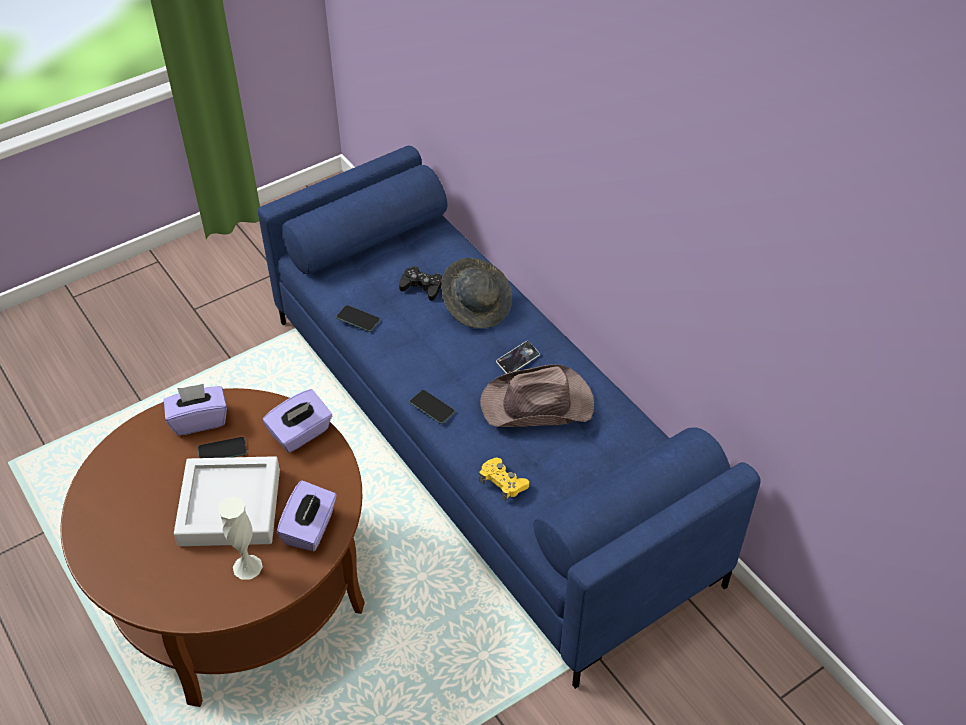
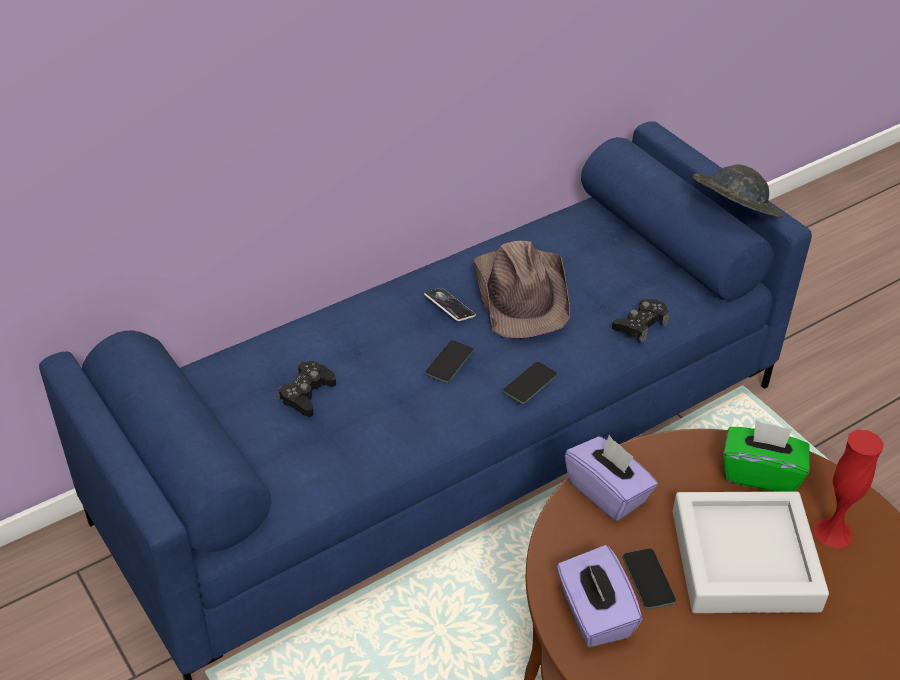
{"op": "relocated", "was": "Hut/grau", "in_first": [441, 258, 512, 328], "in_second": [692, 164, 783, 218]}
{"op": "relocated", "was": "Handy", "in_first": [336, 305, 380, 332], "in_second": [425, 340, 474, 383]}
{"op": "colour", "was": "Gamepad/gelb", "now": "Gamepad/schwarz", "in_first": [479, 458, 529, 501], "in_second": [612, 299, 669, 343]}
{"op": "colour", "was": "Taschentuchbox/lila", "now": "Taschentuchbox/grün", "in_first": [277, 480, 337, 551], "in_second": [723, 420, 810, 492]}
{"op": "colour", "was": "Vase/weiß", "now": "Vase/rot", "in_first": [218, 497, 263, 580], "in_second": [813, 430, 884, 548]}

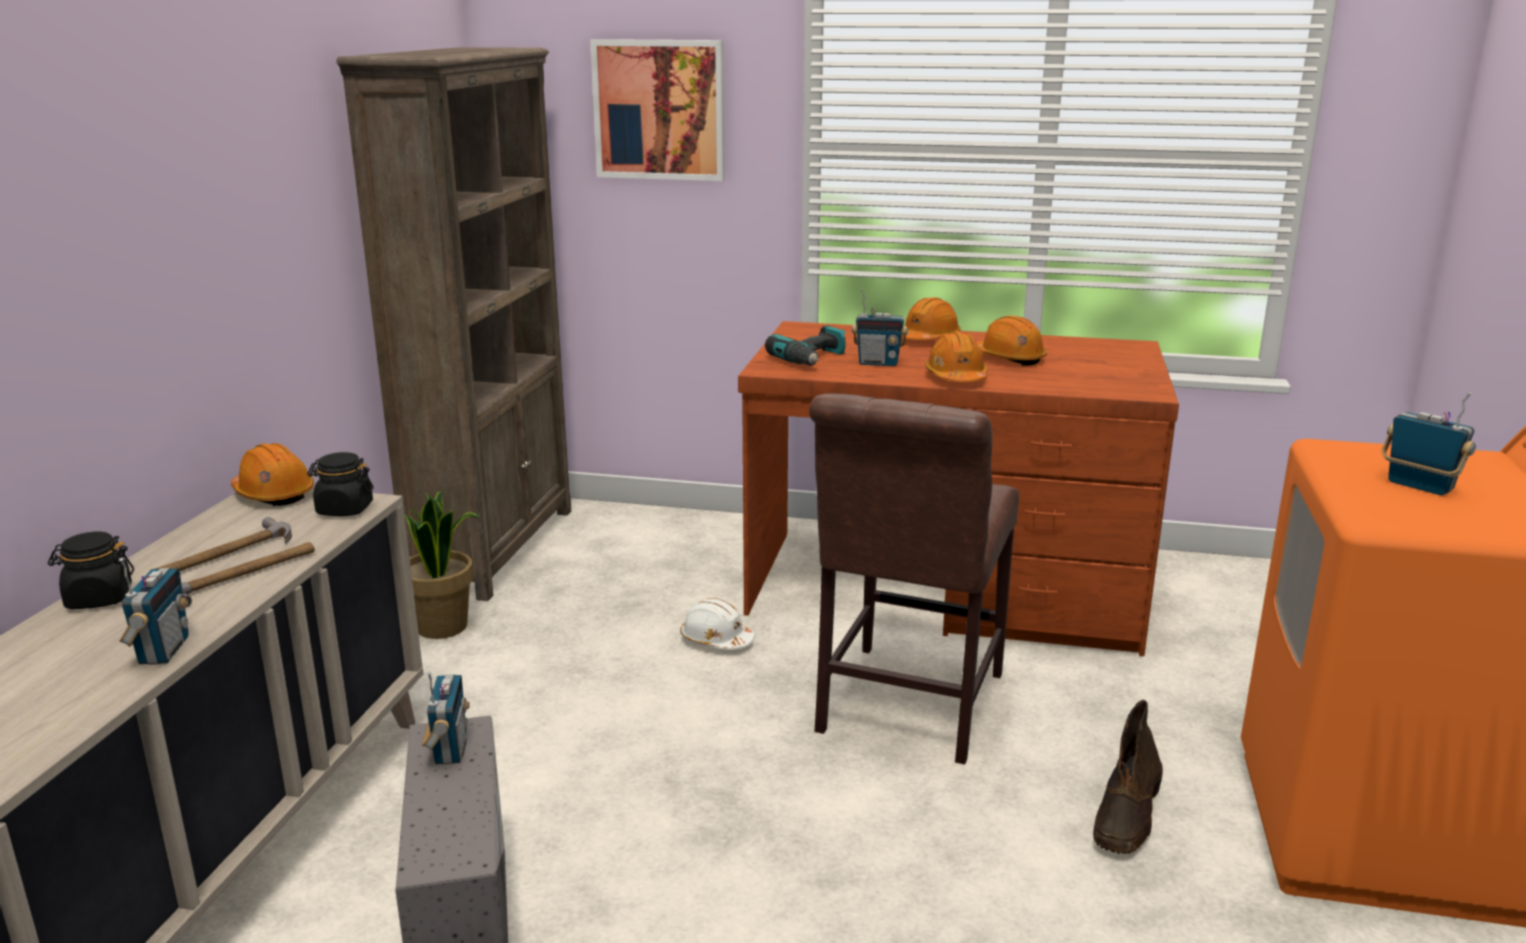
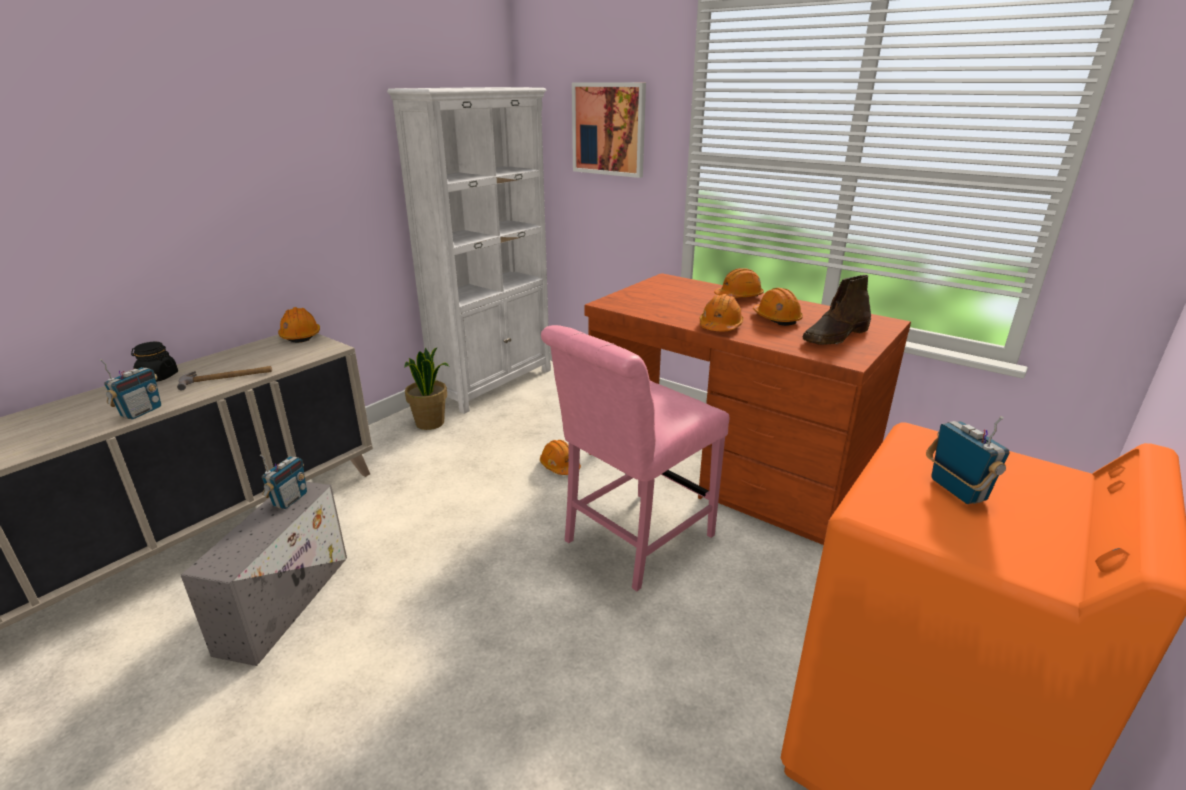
{"op": "colour", "was": "Bücherregal/braun", "now": "Bücherregal/weiß", "in_first": [337, 47, 571, 601], "in_second": [387, 87, 551, 414]}
{"op": "missing", "was": "Radio", "in_first": [852, 289, 907, 366]}
{"op": "missing", "was": "Bohrmaschine", "in_first": [765, 325, 846, 366]}
{"op": "colour", "was": "Stuhl/braun", "now": "Stuhl/rosa", "in_first": [809, 393, 1019, 764], "in_second": [541, 325, 730, 591]}
{"op": "missing", "was": "Vorratsglas/schwarz", "in_first": [308, 452, 374, 516]}
{"op": "missing", "was": "Hammer", "in_first": [155, 517, 292, 571]}
{"op": "colour", "was": "Schutzhelm/weiß", "now": "Schutzhelm/orange", "in_first": [680, 598, 754, 650], "in_second": [540, 440, 581, 475]}
{"op": "relocated", "was": "Stiefel/braun", "in_first": [1093, 700, 1163, 854], "in_second": [802, 275, 871, 345]}

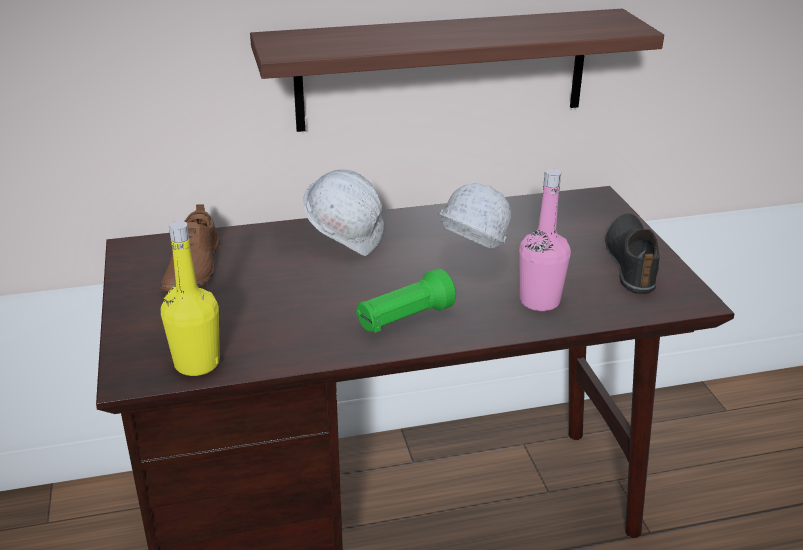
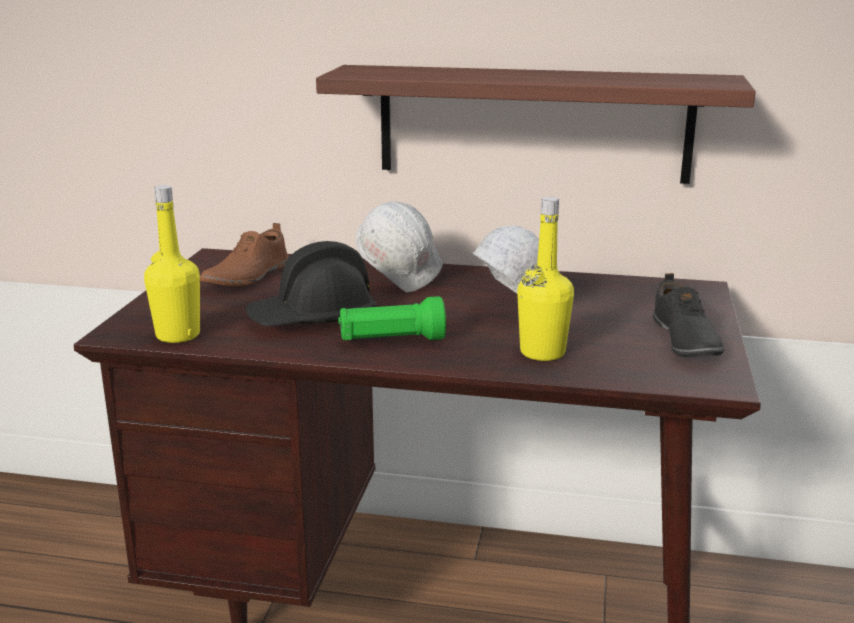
{"op": "colour", "was": "Flasche/rosa", "now": "Flasche/gelb", "in_first": [519, 169, 571, 311], "in_second": [517, 197, 574, 361]}
{"op": "spun", "was": "Schuh/schwarz", "in_first": [605, 213, 660, 294], "in_second": [653, 273, 725, 357], "clockwise": 150}
{"op": "appeared", "now": "Schutzhelm/schwarz", "in_second": [246, 241, 376, 326]}

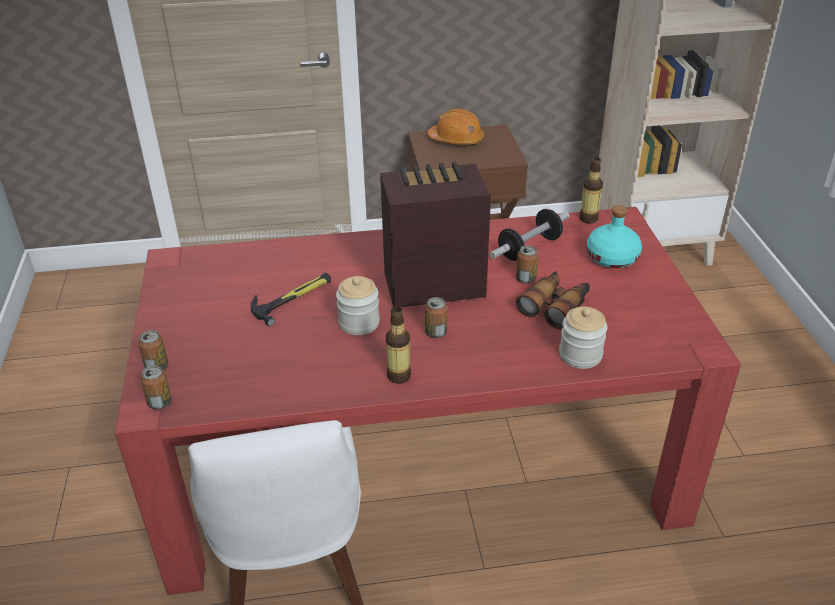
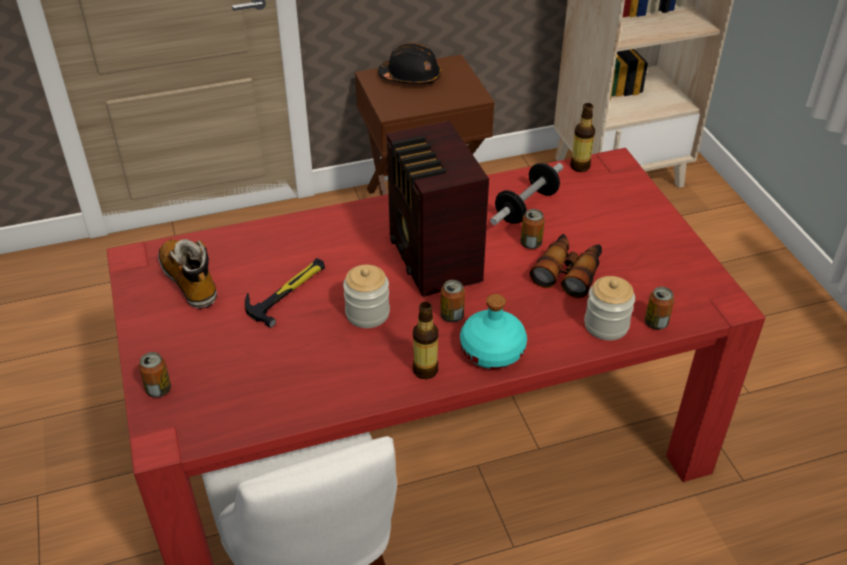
{"op": "colour", "was": "Schutzhelm/orange", "now": "Schutzhelm/schwarz", "in_first": [427, 108, 484, 146], "in_second": [378, 43, 441, 84]}
{"op": "spun", "was": "Radio", "in_first": [380, 162, 491, 307], "in_second": [387, 121, 489, 297], "clockwise": -90}
{"op": "relocated", "was": "Flasche/türkis", "in_first": [586, 205, 642, 268], "in_second": [460, 294, 527, 369]}
{"op": "relocated", "was": "Dose", "in_first": [141, 365, 172, 410], "in_second": [645, 287, 674, 330]}
{"op": "appeared", "now": "Stiefel", "in_second": [158, 239, 217, 309]}

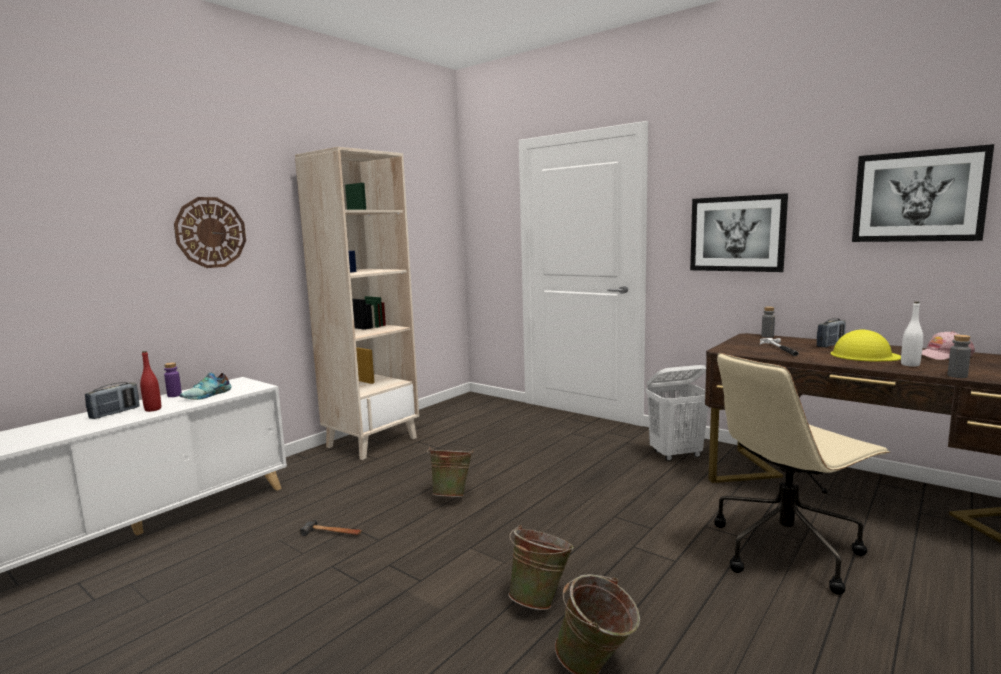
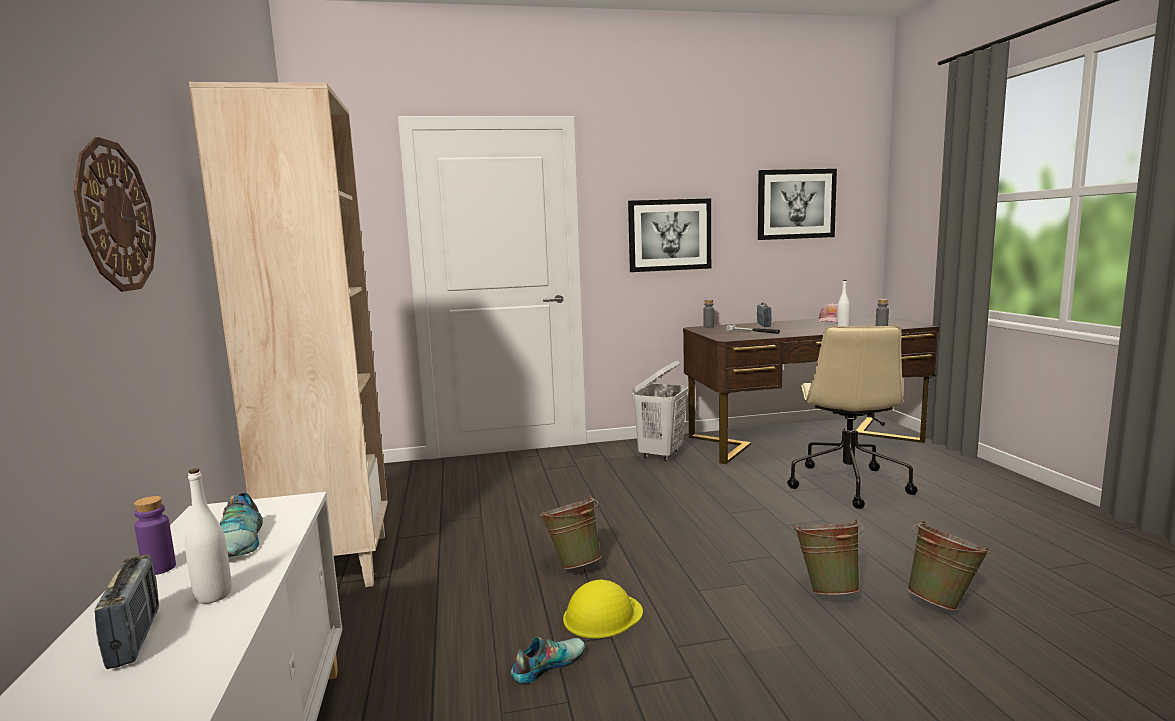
{"op": "relocated", "was": "Schutzhelm/gelb", "in_first": [831, 330, 901, 361], "in_second": [563, 580, 643, 638]}
{"op": "colour", "was": "Flasche/rot", "now": "Flasche/weiß", "in_first": [140, 351, 161, 412], "in_second": [185, 468, 232, 604]}
{"op": "exchanged", "was": "Hammer", "now": "Schuh", "in_first": [299, 520, 362, 536], "in_second": [511, 636, 585, 684]}

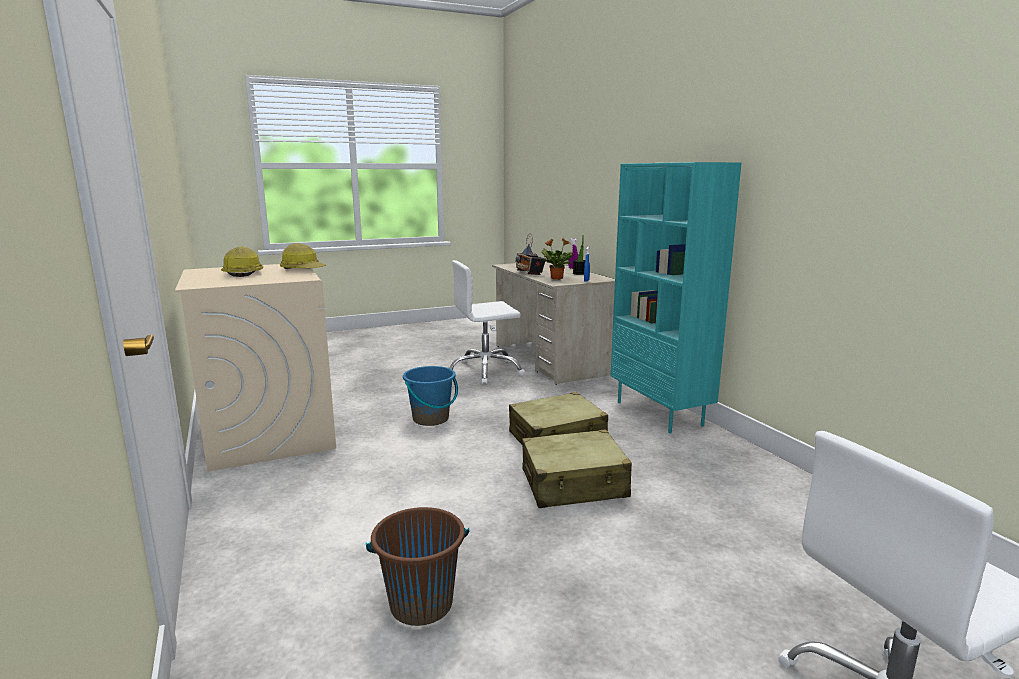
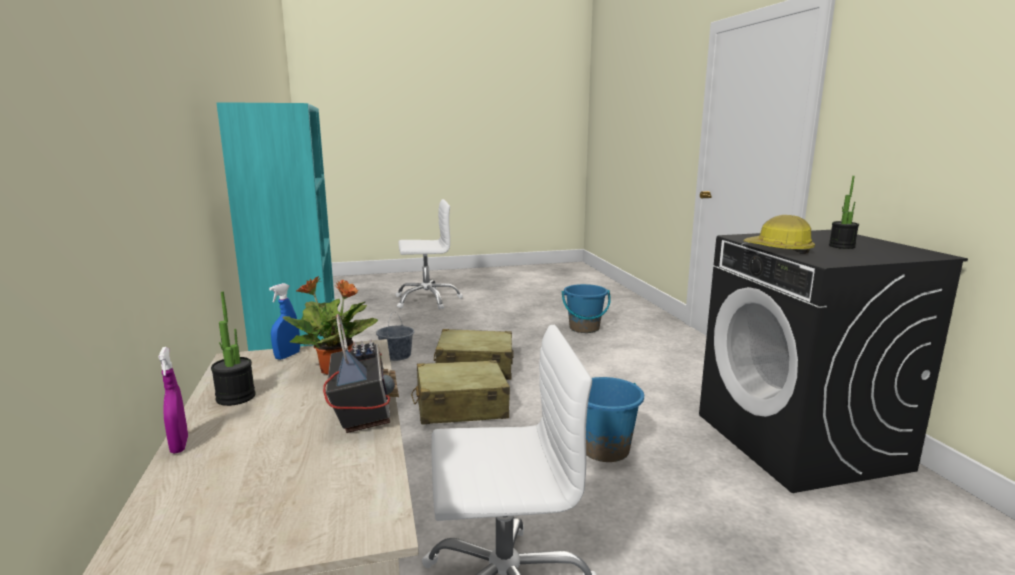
{"op": "exchanged", "was": "Schutzhelm", "now": "Topfpflanze", "in_first": [221, 247, 263, 277], "in_second": [829, 176, 859, 249]}
{"op": "colour", "was": "Waschmaschine/beige", "now": "Waschmaschine/schwarz", "in_first": [175, 264, 336, 472], "in_second": [699, 230, 968, 493]}
{"op": "colour", "was": "Eimer/braun", "now": "Eimer/blau", "in_first": [366, 507, 470, 626], "in_second": [562, 284, 611, 333]}
{"op": "appeared", "now": "Eimer/grau", "in_second": [376, 312, 414, 361]}

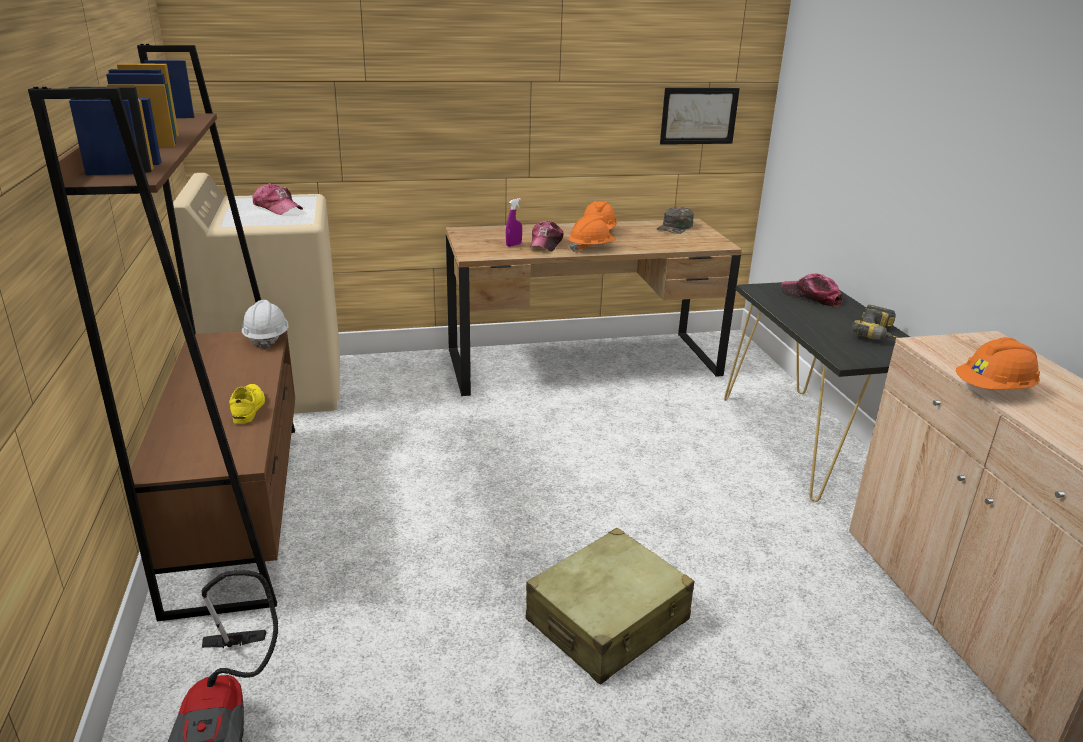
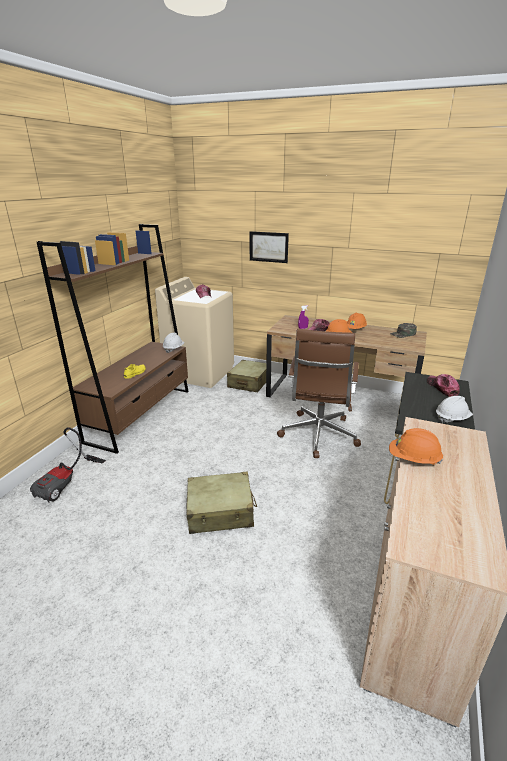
{"op": "relocated", "was": "Bild", "in_first": [660, 88, 740, 145], "in_second": [250, 231, 289, 263]}
{"op": "exchanged", "was": "Bohrmaschine", "now": "Schutzhelm/weiß", "in_first": [851, 305, 900, 340], "in_second": [436, 396, 473, 423]}
{"op": "appeared", "now": "Bürostuhl/braun", "in_second": [277, 329, 361, 458]}
{"op": "appeared", "now": "Koffer/beige", "in_second": [227, 360, 266, 392]}

